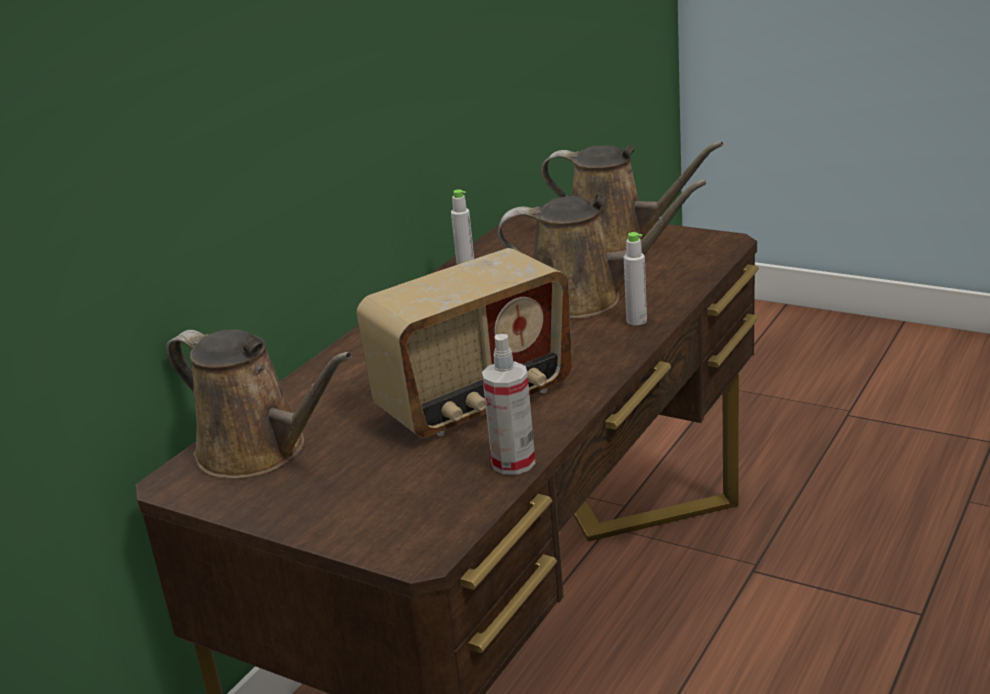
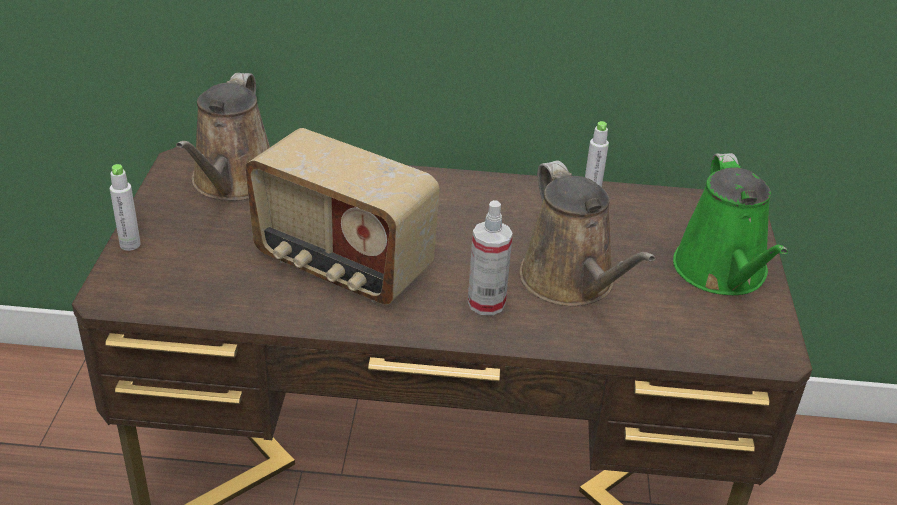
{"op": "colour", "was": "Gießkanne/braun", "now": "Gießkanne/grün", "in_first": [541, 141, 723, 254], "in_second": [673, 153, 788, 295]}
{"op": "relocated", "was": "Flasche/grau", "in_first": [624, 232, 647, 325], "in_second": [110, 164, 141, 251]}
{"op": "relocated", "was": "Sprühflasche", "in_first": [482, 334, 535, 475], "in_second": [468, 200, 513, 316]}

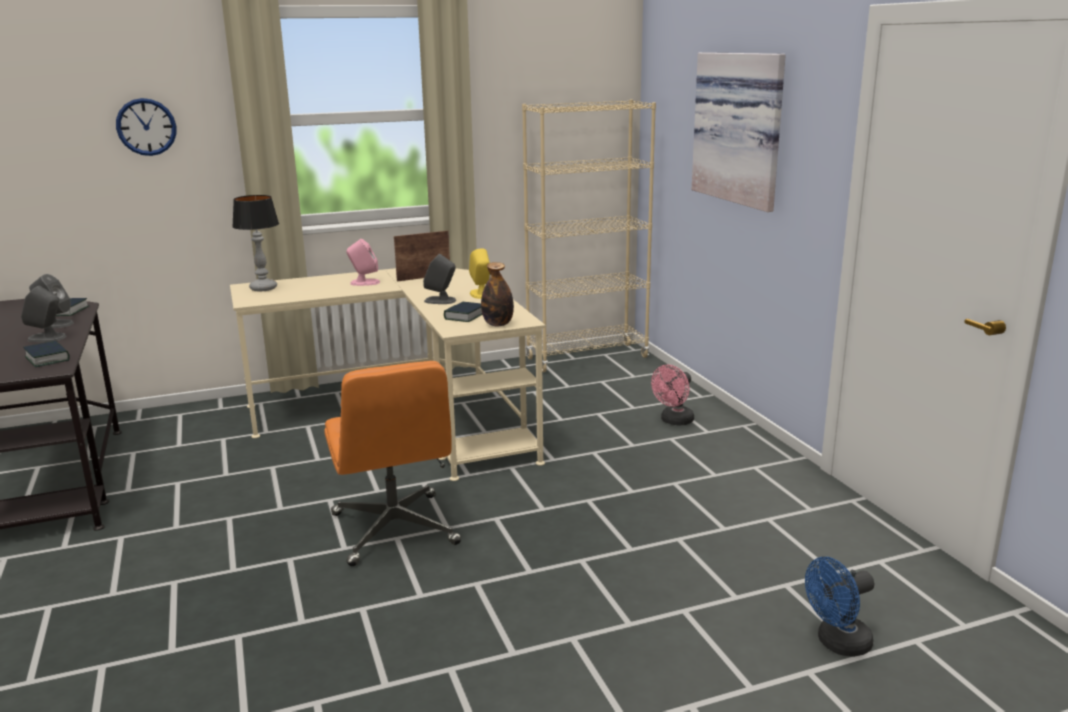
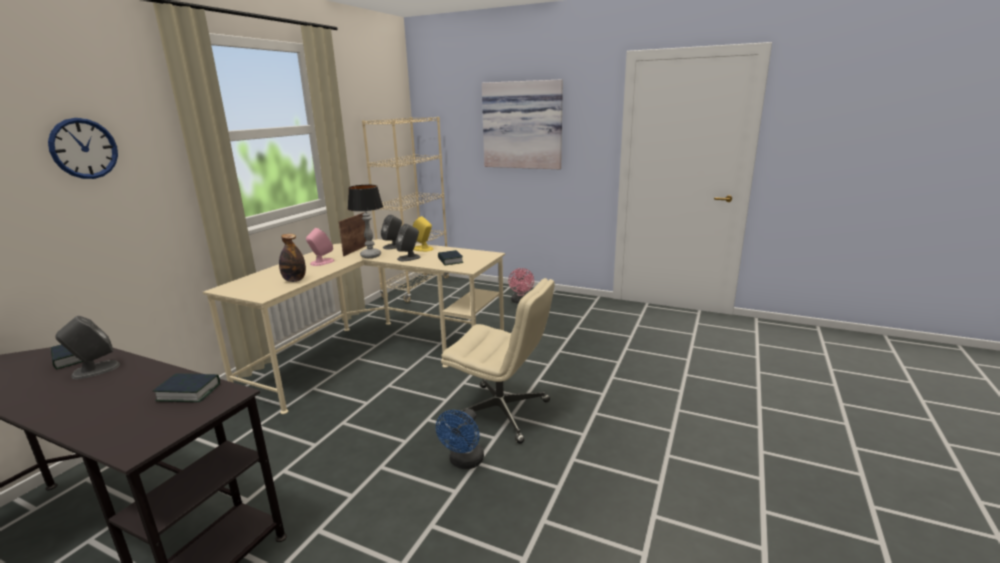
{"op": "relocated", "was": "Tischlampe", "in_first": [232, 195, 279, 291], "in_second": [348, 185, 383, 258]}
{"op": "relocated", "was": "Flasche", "in_first": [481, 262, 514, 326], "in_second": [279, 234, 306, 282]}
{"op": "relocated", "was": "Lautsprecher/grau", "in_first": [21, 286, 66, 342], "in_second": [381, 214, 402, 249]}
{"op": "colour", "was": "Bürostuhl/orange", "now": "Bürostuhl/beige", "in_first": [324, 361, 461, 566], "in_second": [441, 278, 555, 444]}
{"op": "relocated", "was": "Ventilator/blau", "in_first": [805, 557, 874, 657], "in_second": [436, 409, 484, 469]}

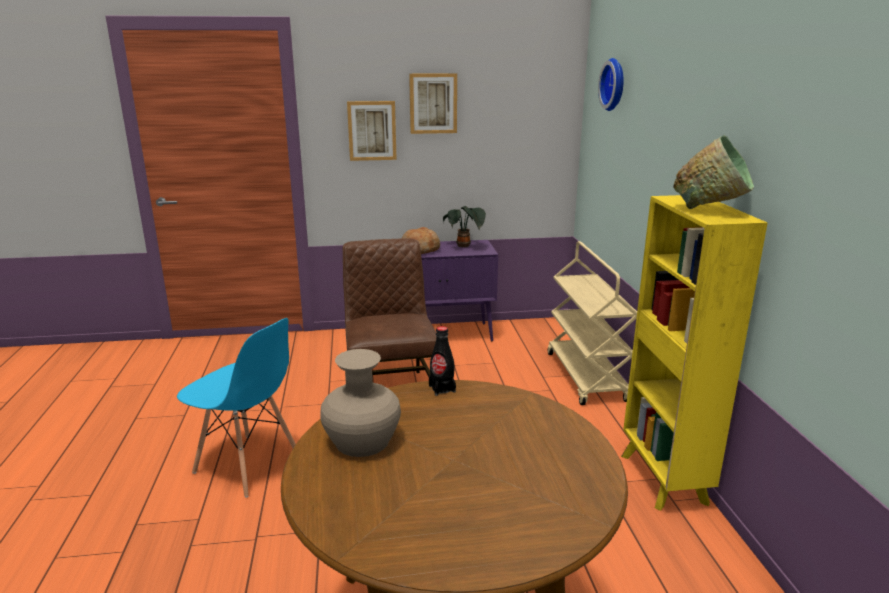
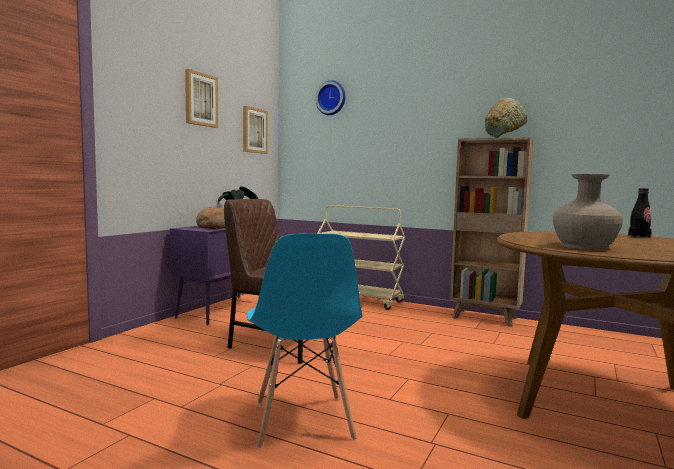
{"op": "relocated", "was": "Bild", "in_first": [347, 101, 397, 161], "in_second": [243, 106, 268, 154]}
{"op": "colour", "was": "Bücherregal/gelb", "now": "Bücherregal/braun", "in_first": [621, 195, 768, 511], "in_second": [450, 137, 533, 327]}
{"op": "spun", "was": "Stuhl/blau", "in_first": [177, 318, 296, 498], "in_second": [246, 234, 362, 448], "clockwise": 105}
{"op": "relocated", "was": "Flasche/schwarz", "in_first": [429, 326, 456, 396], "in_second": [628, 188, 652, 238]}

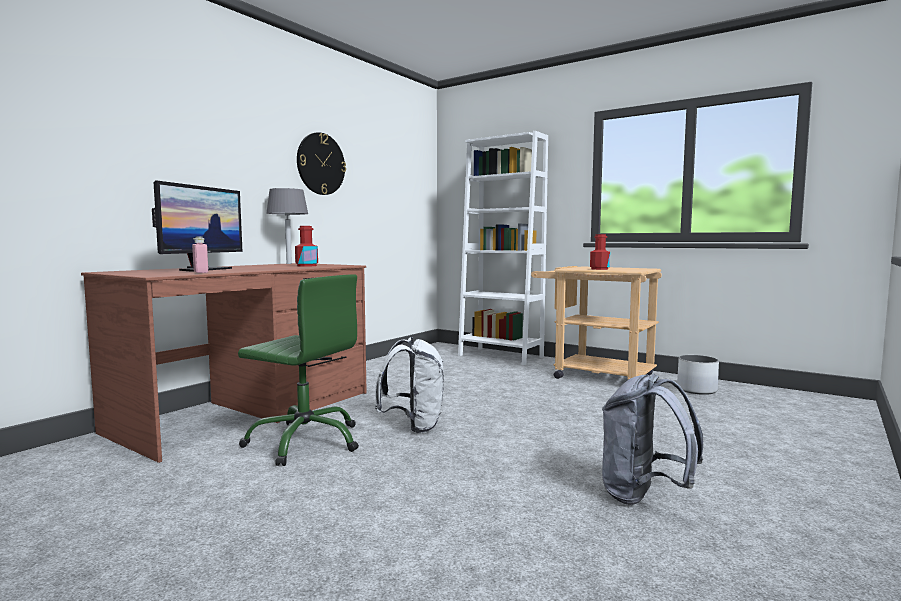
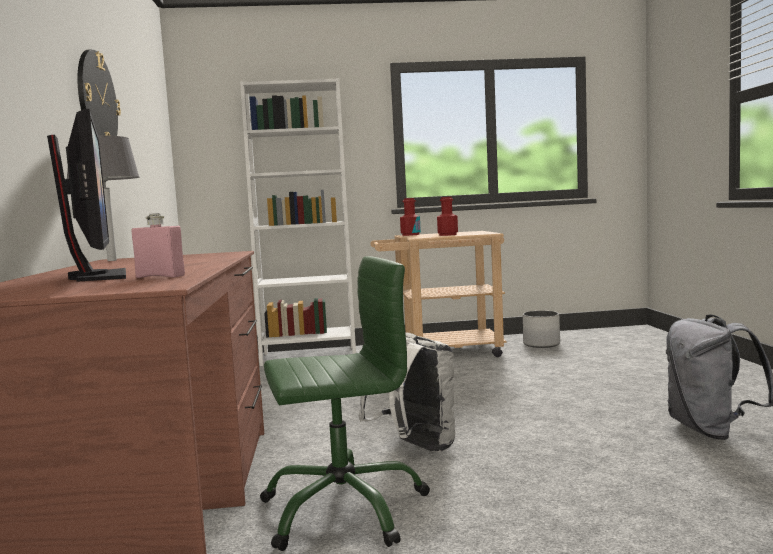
{"op": "relocated", "was": "Flasche/rot", "in_first": [295, 226, 318, 267], "in_second": [400, 198, 421, 236]}

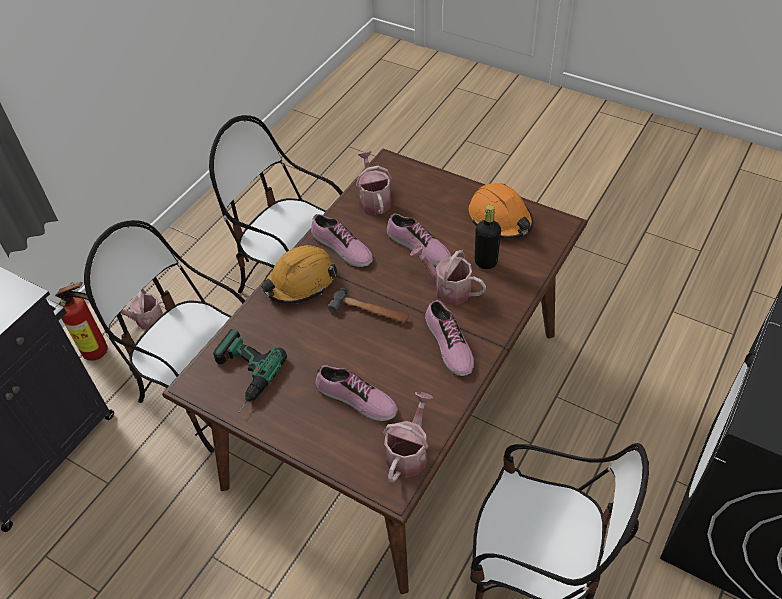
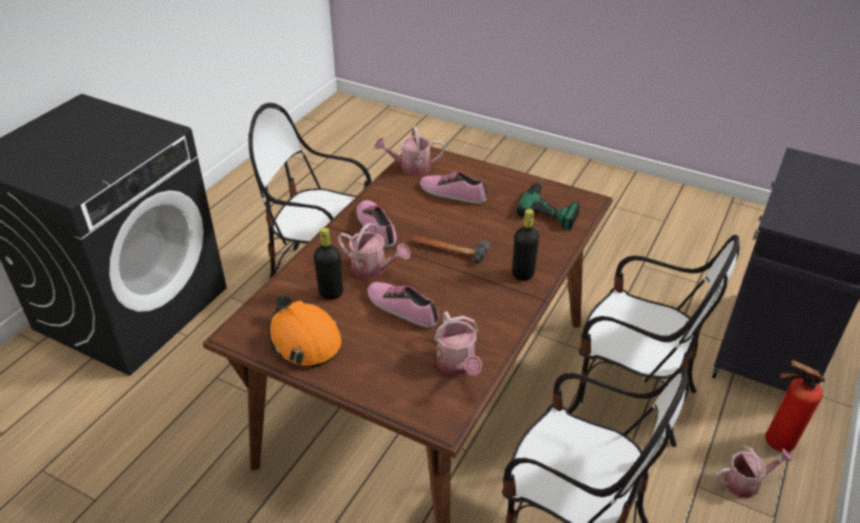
{"op": "missing", "was": "Schuh", "in_first": [311, 214, 373, 267]}
{"op": "exchanged", "was": "Schutzhelm/orange", "now": "Flasche/schwarz", "in_first": [261, 245, 337, 304], "in_second": [512, 209, 539, 281]}
{"op": "spun", "was": "Gießkanne", "in_first": [383, 392, 433, 482], "in_second": [374, 126, 445, 176], "clockwise": 60}

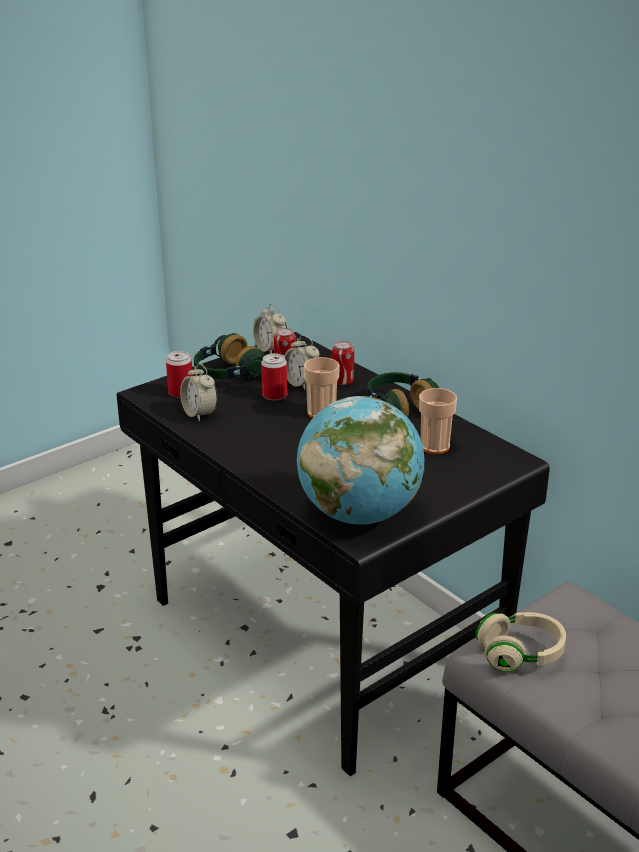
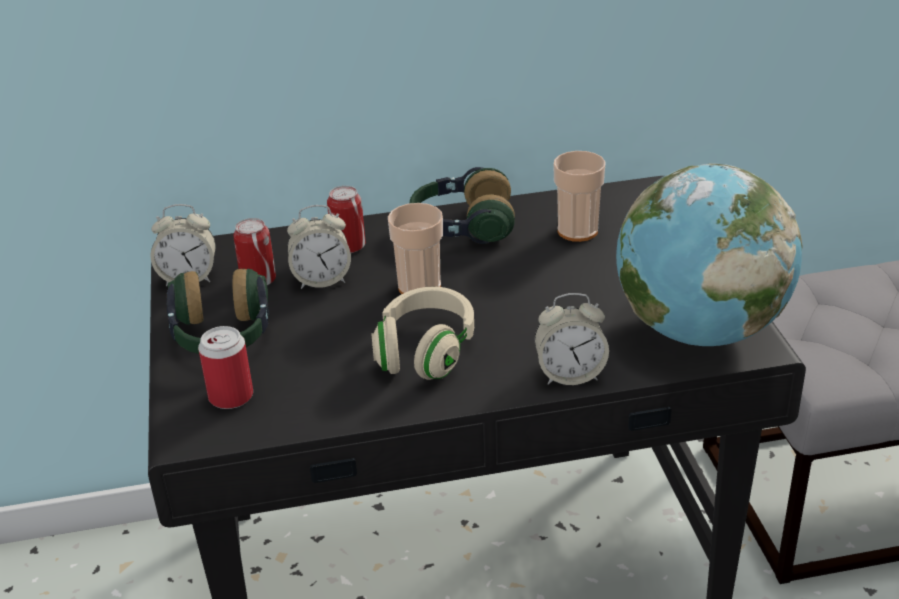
{"op": "missing", "was": "Dose", "in_first": [261, 353, 287, 400]}
{"op": "relocated", "was": "Wecker", "in_first": [180, 363, 217, 422], "in_second": [535, 293, 609, 385]}
{"op": "relocated", "was": "Kopfhörer/beige", "in_first": [476, 612, 566, 672], "in_second": [371, 287, 474, 380]}

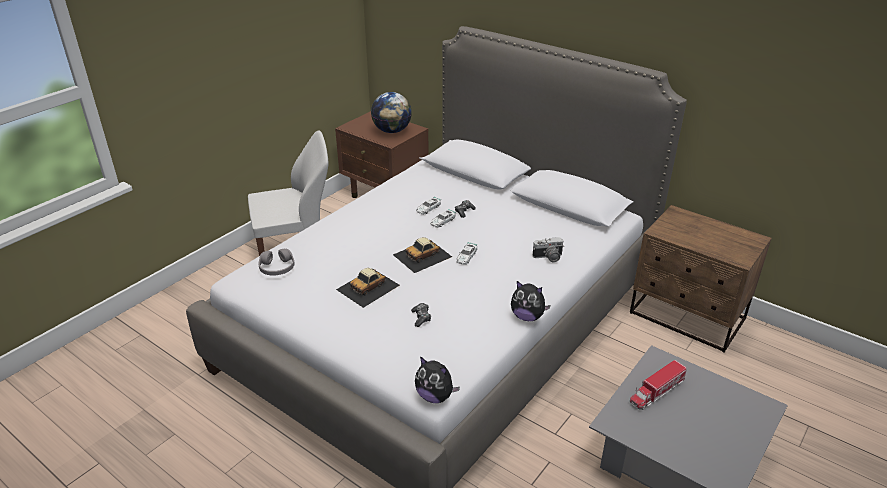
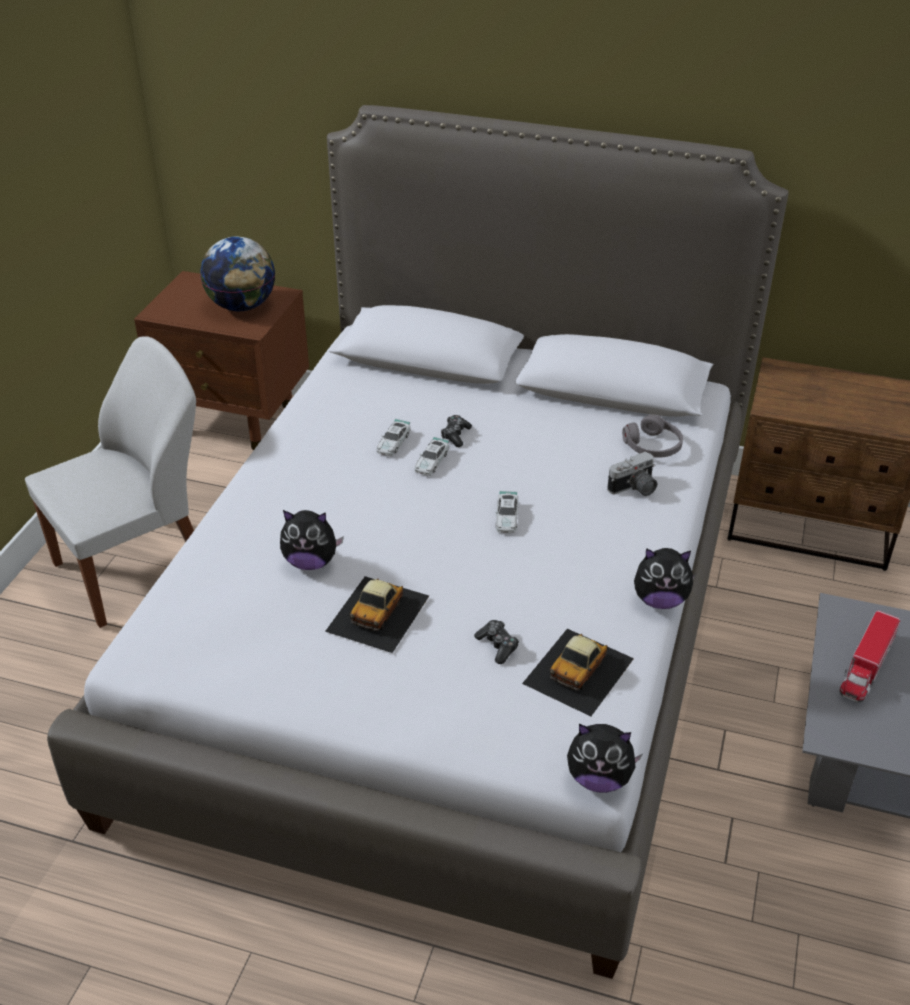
{"op": "relocated", "was": "Spielzeugauto", "in_first": [393, 237, 452, 273], "in_second": [522, 629, 634, 716]}
{"op": "relocated", "was": "Kopfhörer/grau", "in_first": [258, 248, 295, 276], "in_second": [622, 414, 683, 458]}
{"op": "appeared", "now": "Plüschtier", "in_second": [280, 510, 344, 570]}

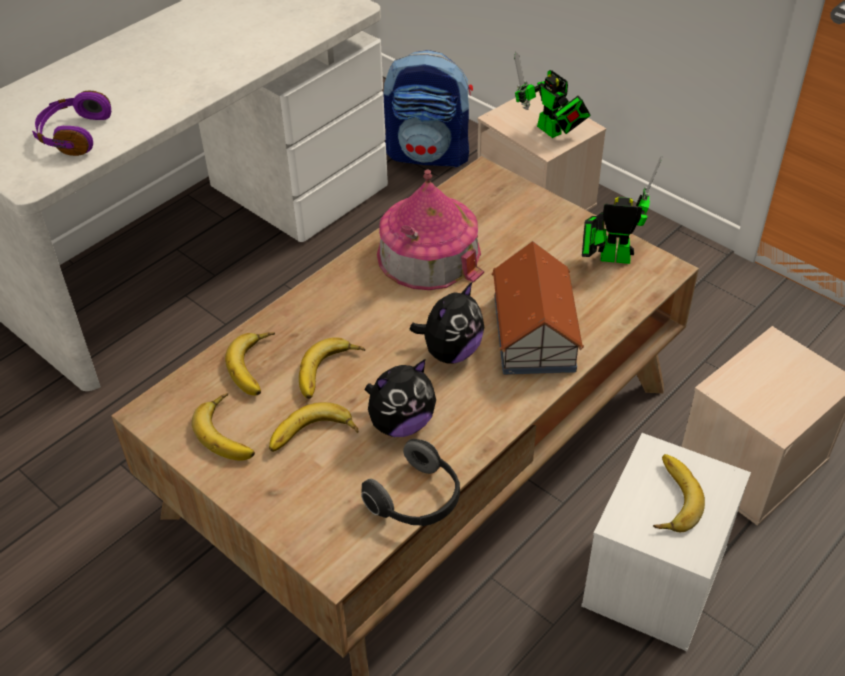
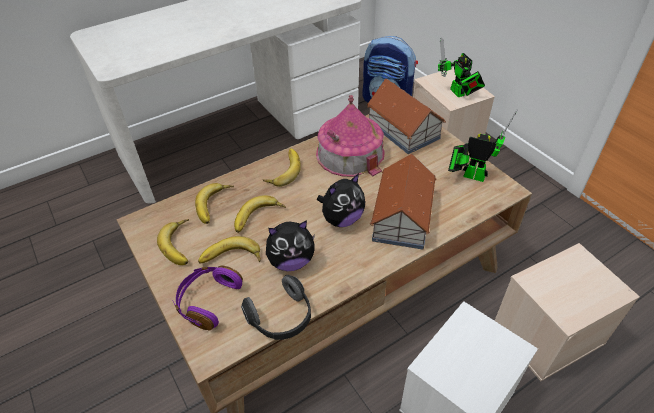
{"op": "relocated", "was": "Kopfhörer/lila", "in_first": [32, 91, 111, 156], "in_second": [173, 265, 243, 331]}
{"op": "relocated", "was": "Banane", "in_first": [653, 454, 705, 532], "in_second": [263, 148, 301, 187]}
{"op": "appeared", "now": "Spielzeughaus", "in_second": [366, 79, 446, 154]}

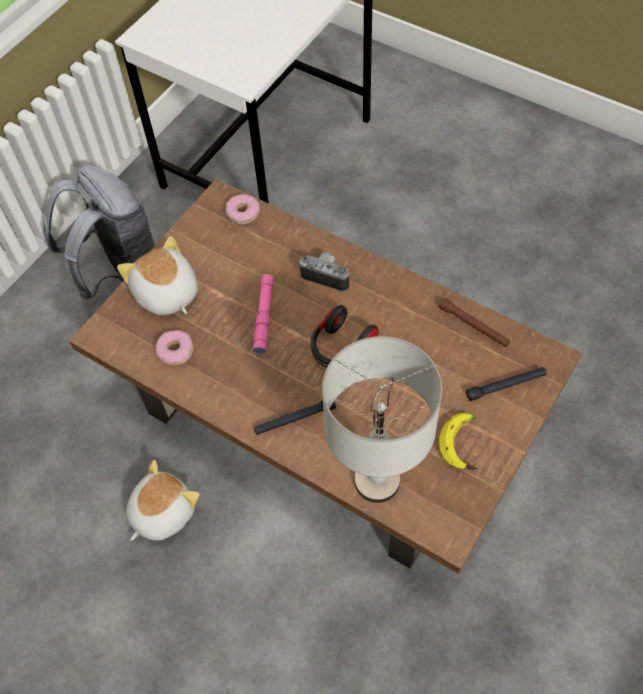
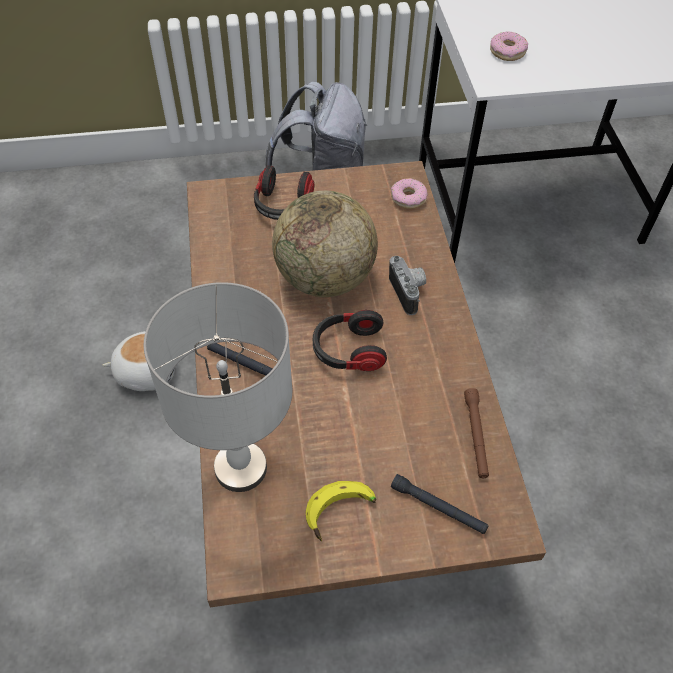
{"op": "exchanged", "was": "Plüschtier", "now": "Kopfhörer", "in_first": [117, 236, 198, 315], "in_second": [254, 165, 314, 220]}
{"op": "exchanged", "was": "Taschenlampe/rosa", "now": "Globus", "in_first": [253, 274, 274, 354], "in_second": [272, 191, 378, 297]}
{"op": "relocated", "was": "Donut", "in_first": [155, 330, 194, 365], "in_second": [490, 31, 528, 61]}

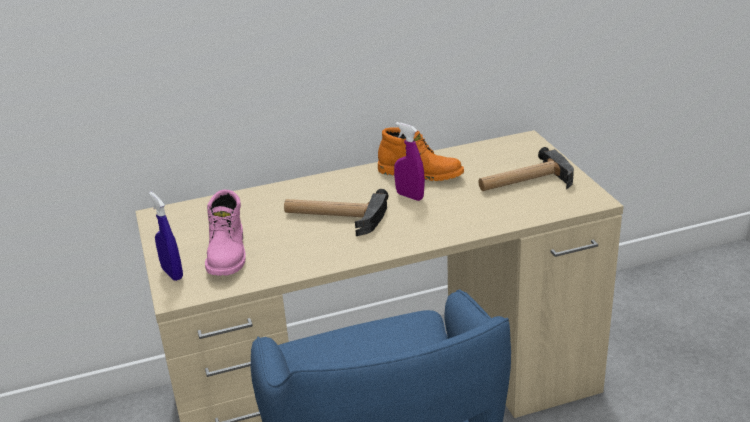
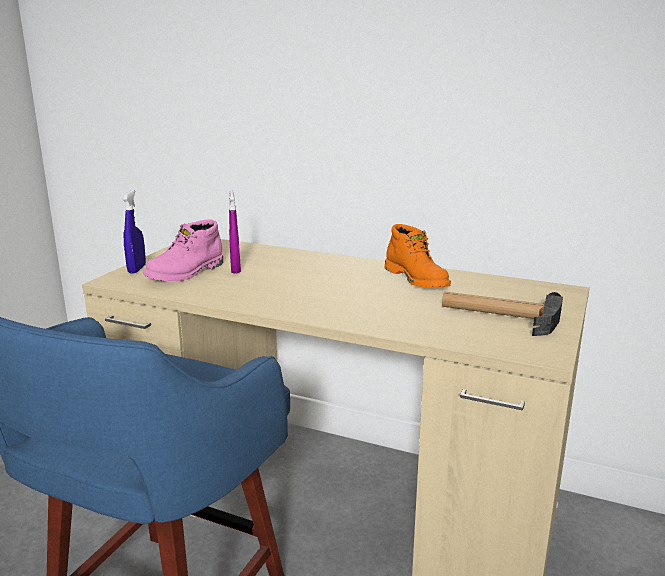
{"op": "relocated", "was": "Sprühflasche/lila", "in_first": [394, 122, 425, 201], "in_second": [229, 190, 241, 274]}
{"op": "missing", "was": "Hammer", "in_first": [284, 189, 388, 236]}

